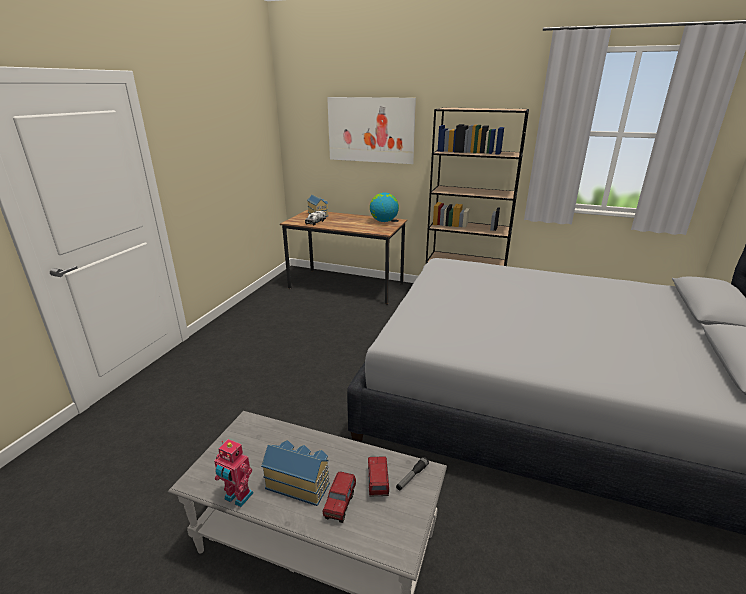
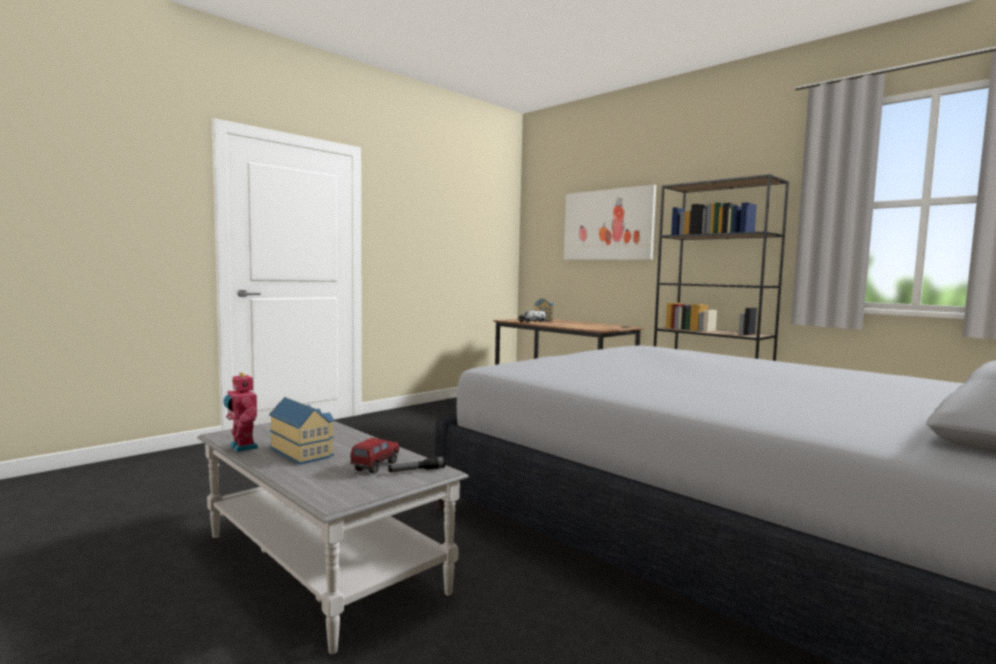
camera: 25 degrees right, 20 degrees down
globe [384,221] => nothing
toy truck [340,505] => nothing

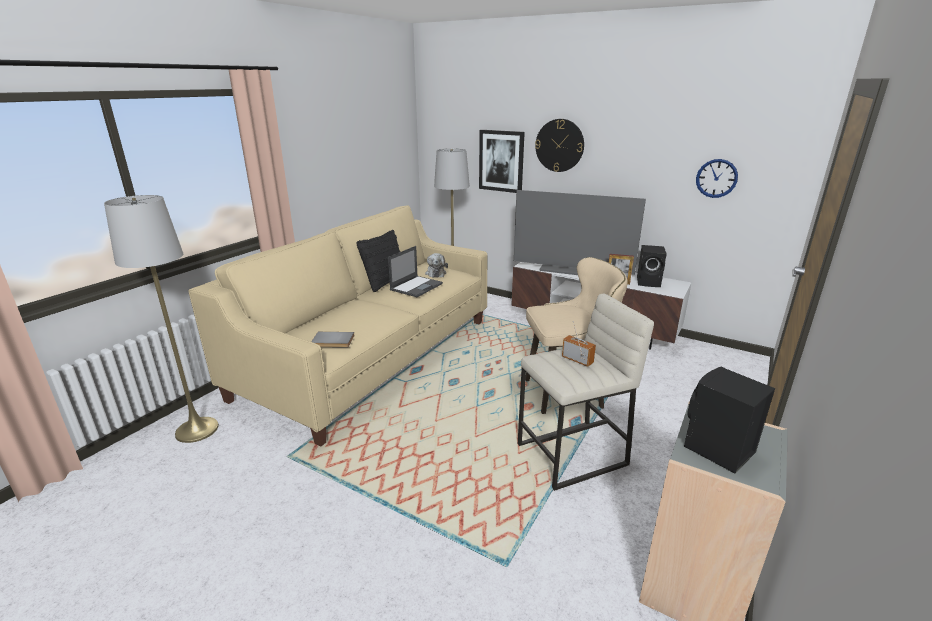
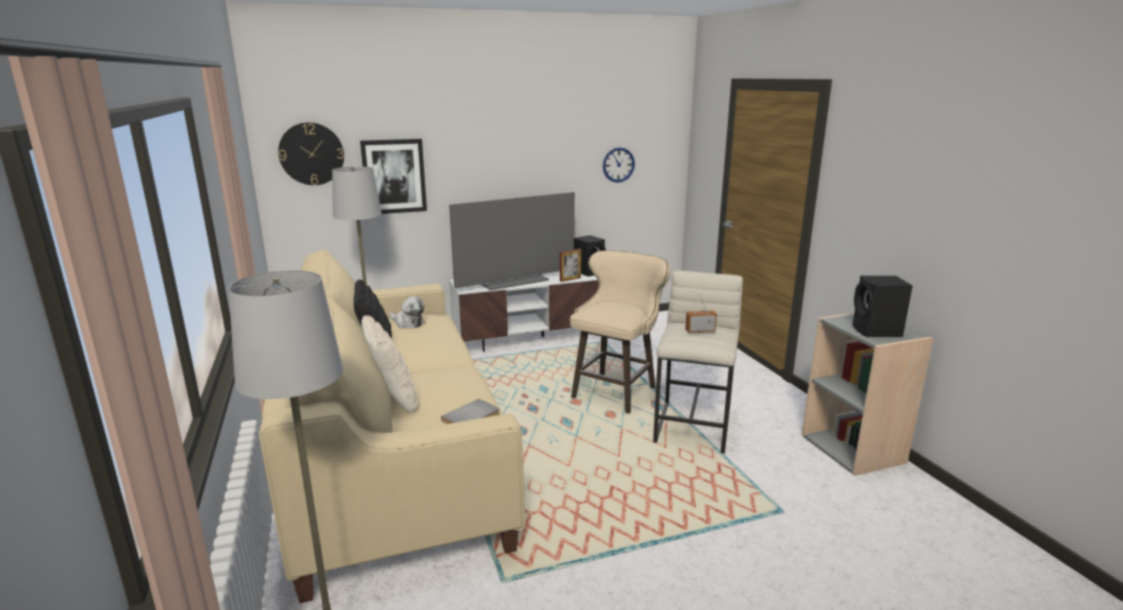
camera: 50 degrees left, 5 degrees down
wall clock [559,145] => wall clock [311,154], move
laptop [416,286] => nothing
nothing => pillow (beige) [392,397]

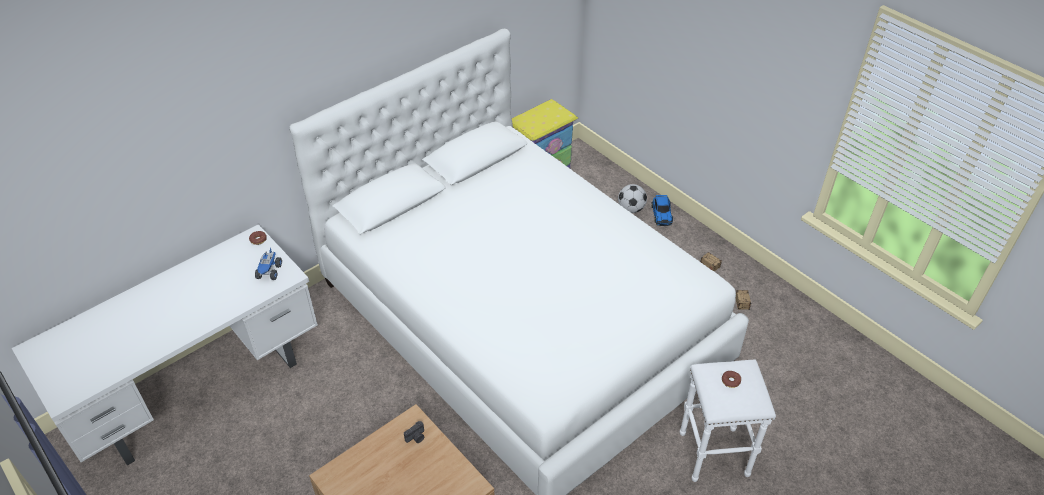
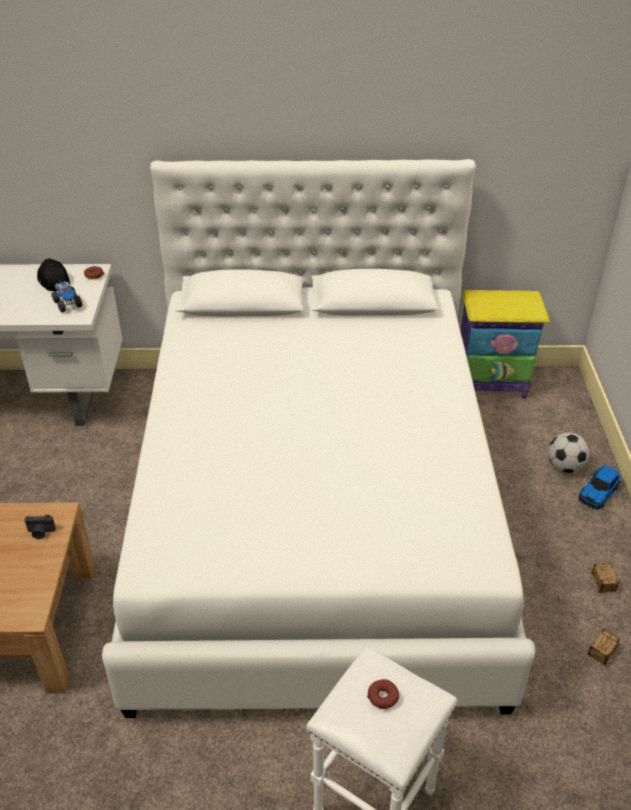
camera: 40 degrees right, 5 degrees down
toy truck [269,272] => toy truck [68,304], 75 degrees counterclockwise
nothing => cap (black) [53,280]

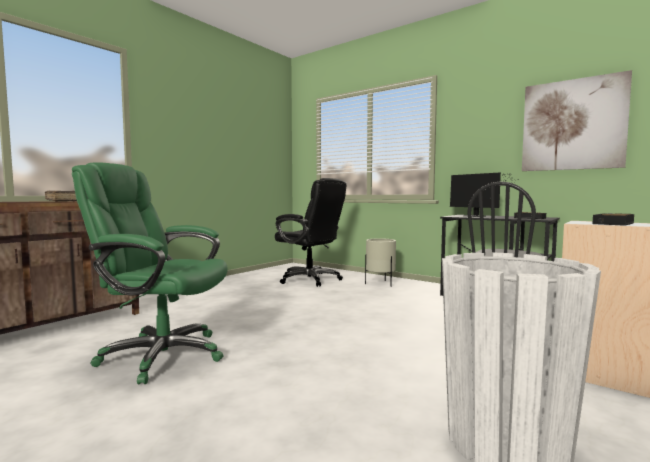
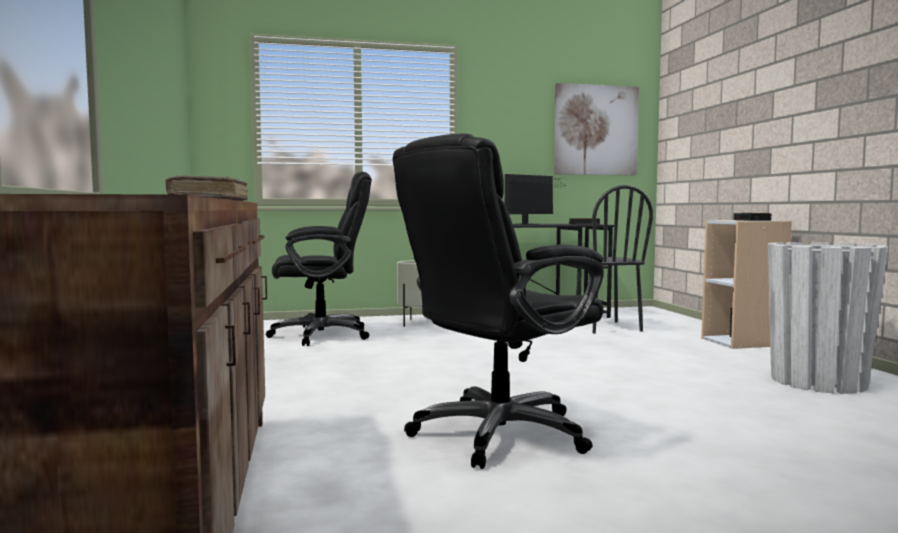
camera: 50 degrees left, 0 degrees up
office chair (green) [163,355] => office chair (black) [499,433]
monitor [476,216] => monitor [530,224], 45 degrees counterclockwise

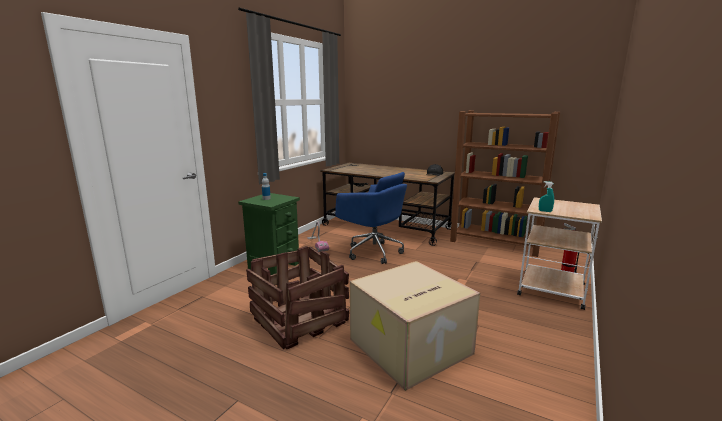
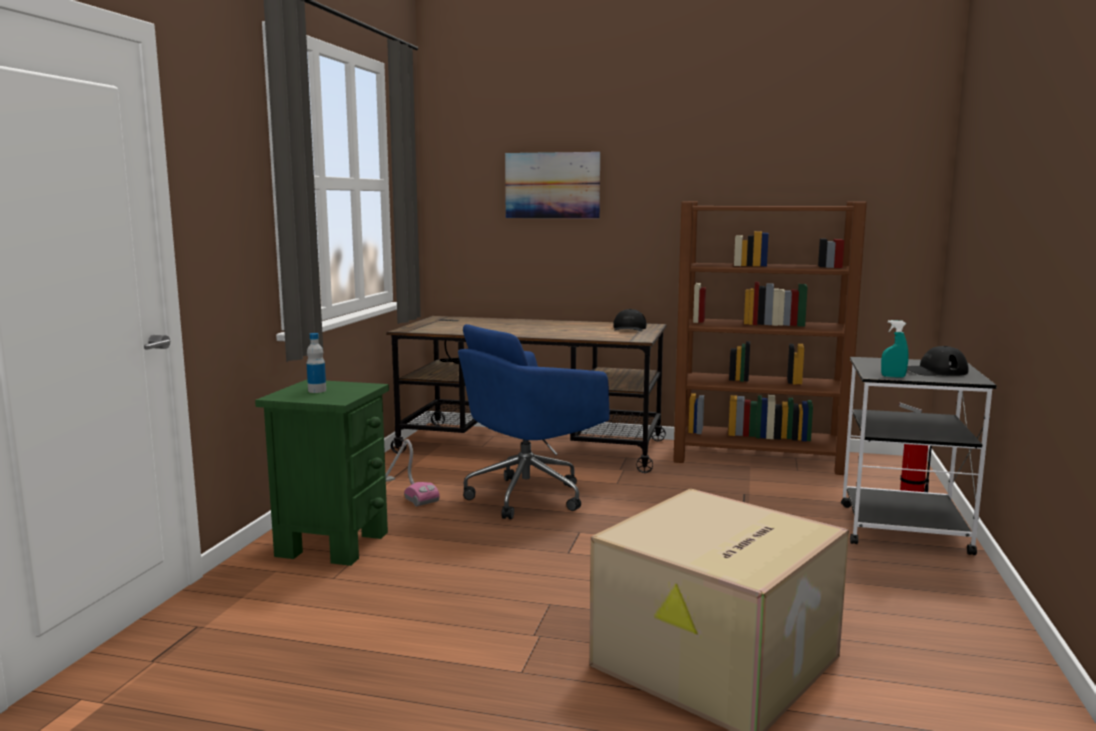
camera: 15 degrees left, 5 degrees down
office chair (blue) [371,252] => office chair (blue) [531,496], 120 degrees clockwise
cart (beige) [551,290] => cart (black) [903,530]
crate [298,321] => nothing
nothing => picture [552,185]
nothing => cap (black) [934,371]

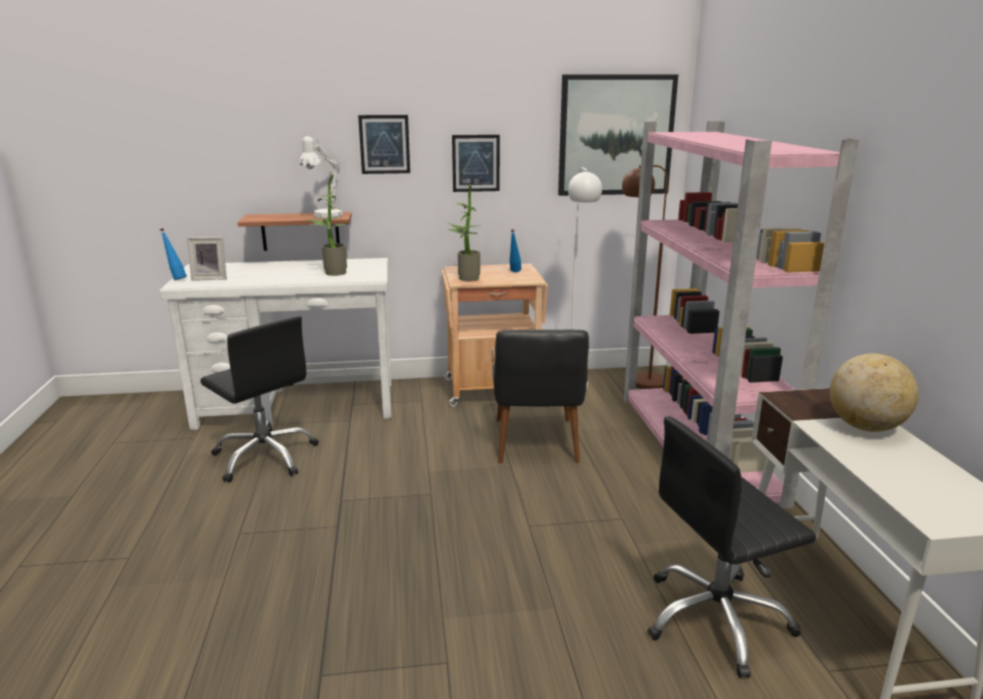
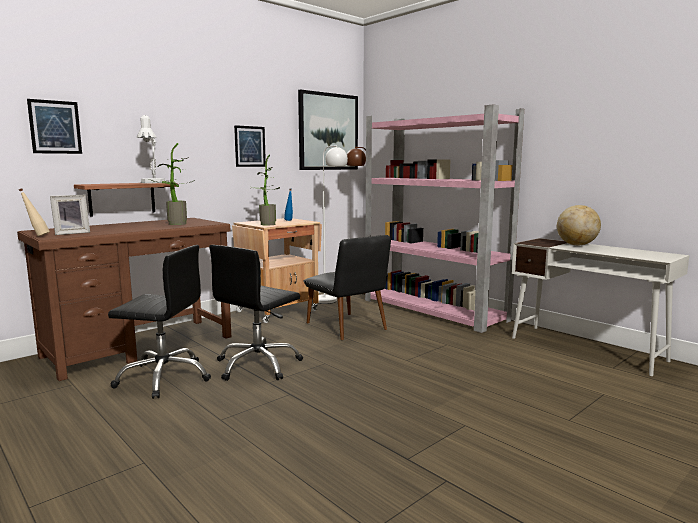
camera: 35 degrees left, 10 degrees down
picture [384,144] => picture [55,127], move
bottle (blue) [176,279] => bottle (beige) [37,236]
desk (white) [298,404] => desk (brown) [139,346]
office chair (black) [716,619] => office chair (black) [258,365], move

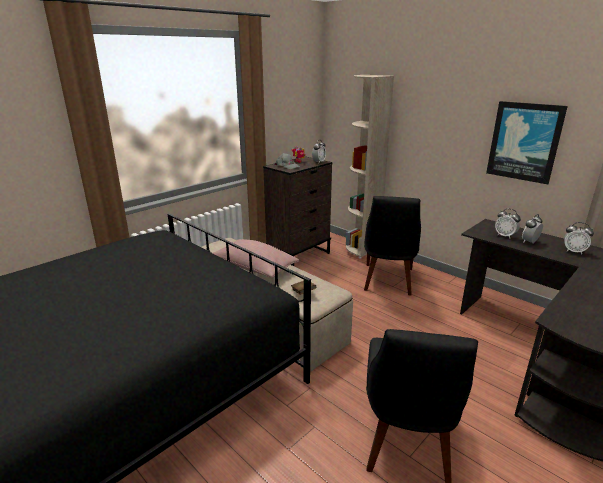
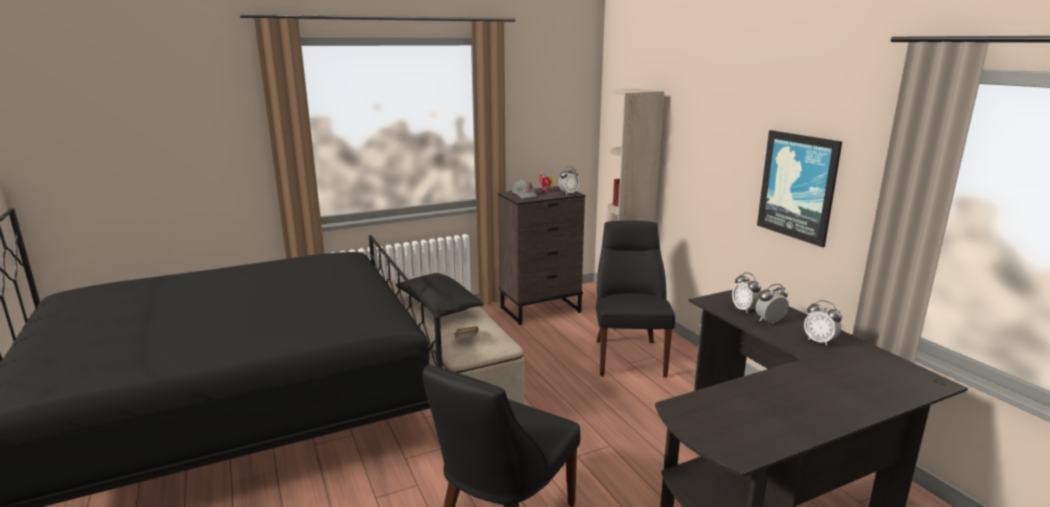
camera: 20 degrees right, 5 degrees down
chair (black) [387,281] => chair (black) [628,355], 150 degrees clockwise
pillow (pink) [254,268] => pillow (black) [438,307]

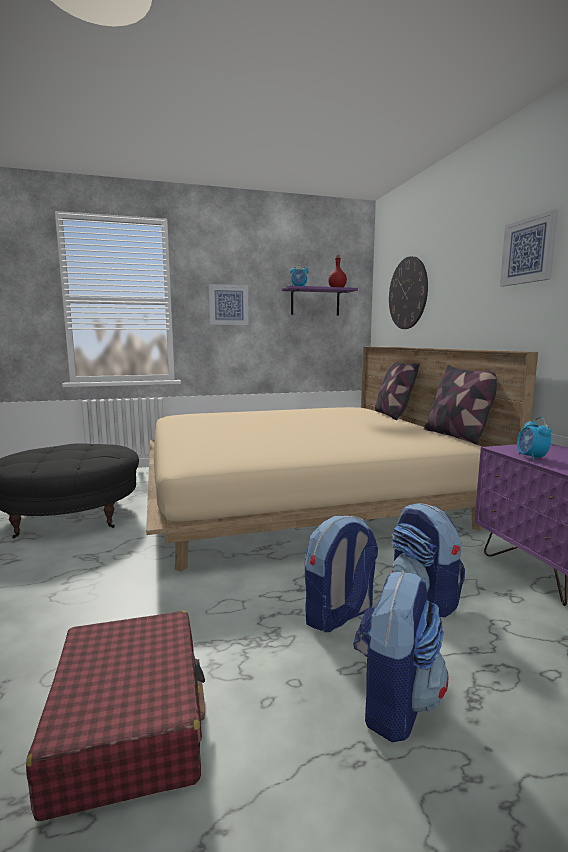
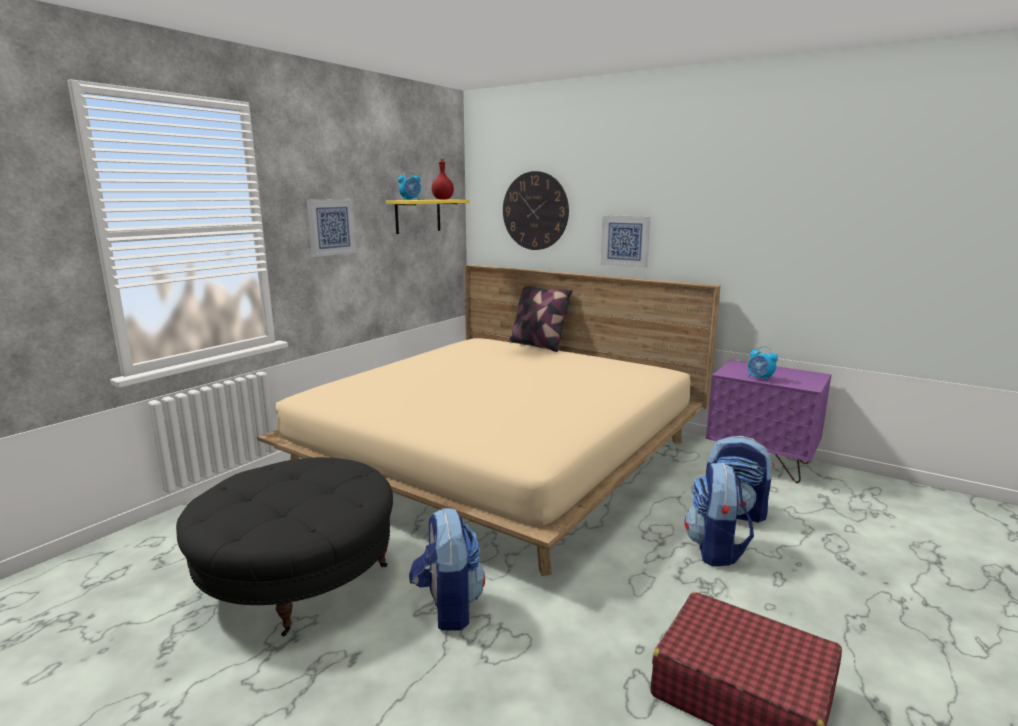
camera: 40 degrees left, 5 degrees up
picture [528,251] => picture [625,241], move
shelf (purple) [315,302] => shelf (yellow) [418,216]
pillow [456,436] => nothing
backpack [394,702] => backpack [448,607], move

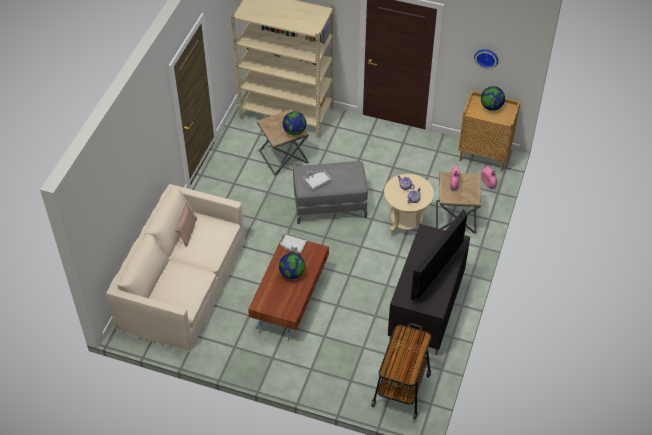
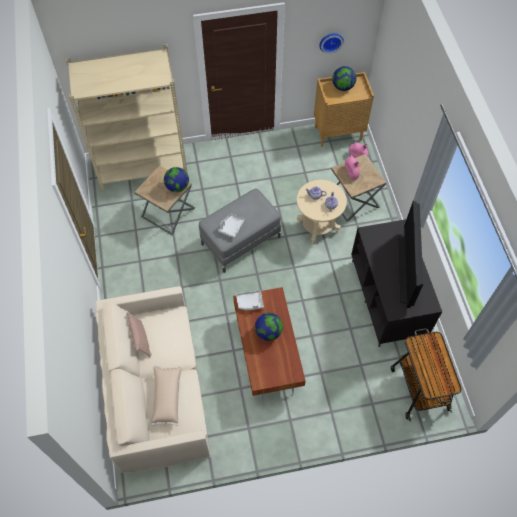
camera: 30 degrees left, 10 degrees up
nothing => pillow (beige) [166,397]

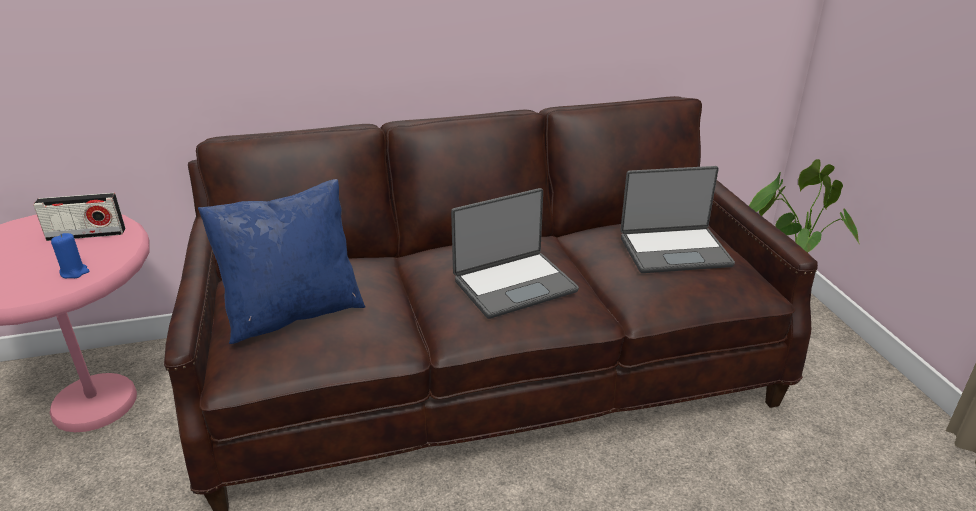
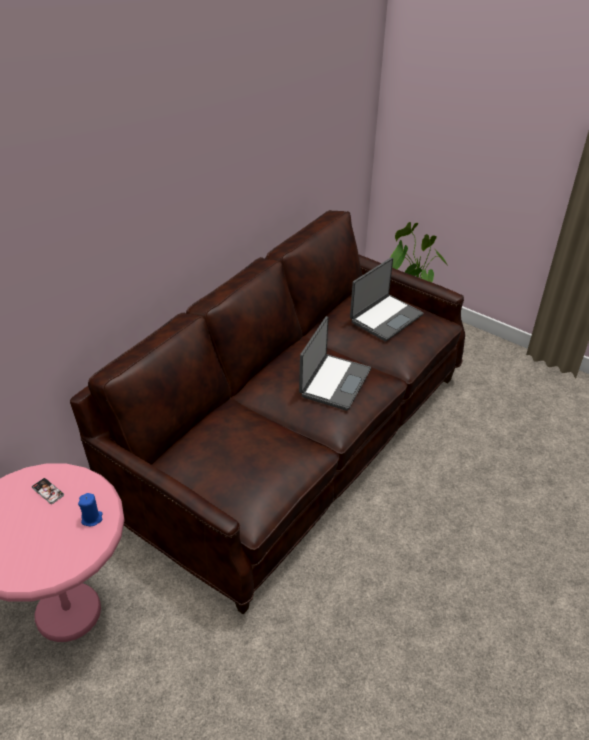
camera: 40 degrees left, 10 degrees up
pillow (blue) [294,312] => nothing
radio [86,234] => phone [48,491]

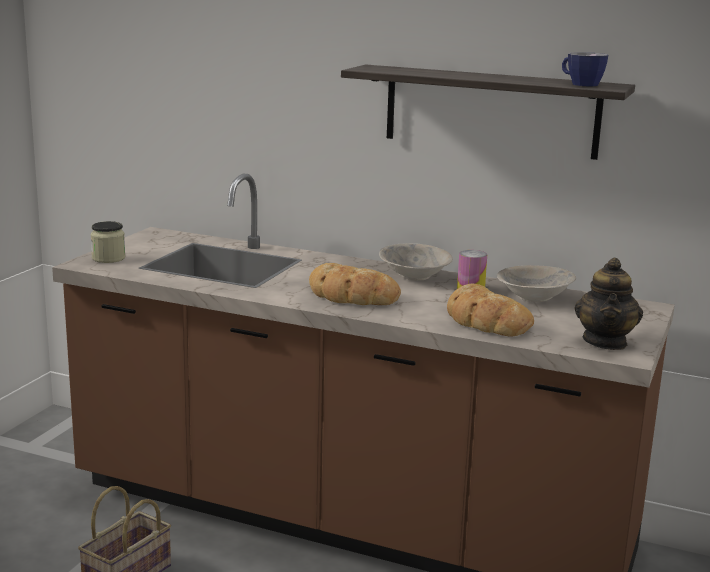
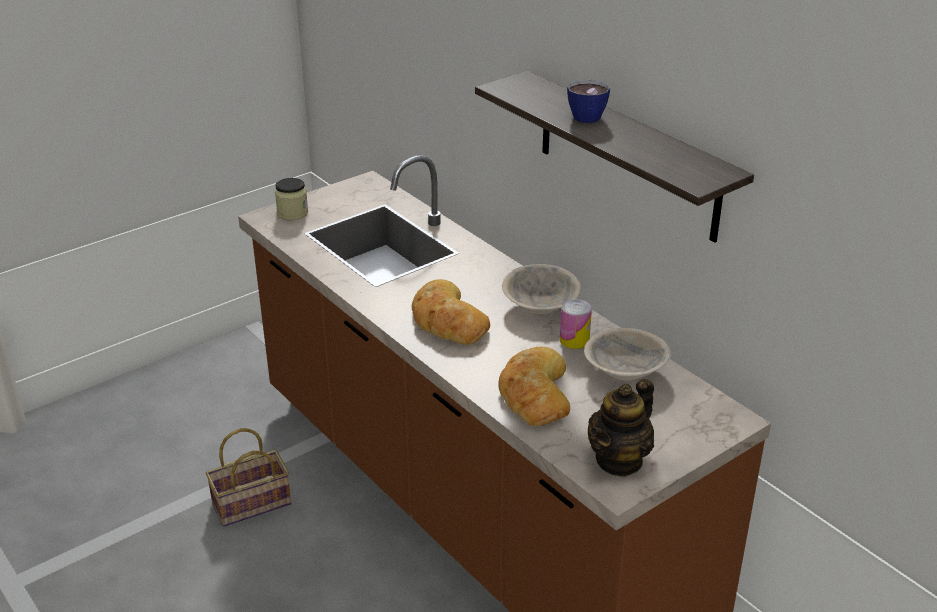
camera: 30 degrees right, 15 degrees up
cup [580,84] => cup [585,114], move

